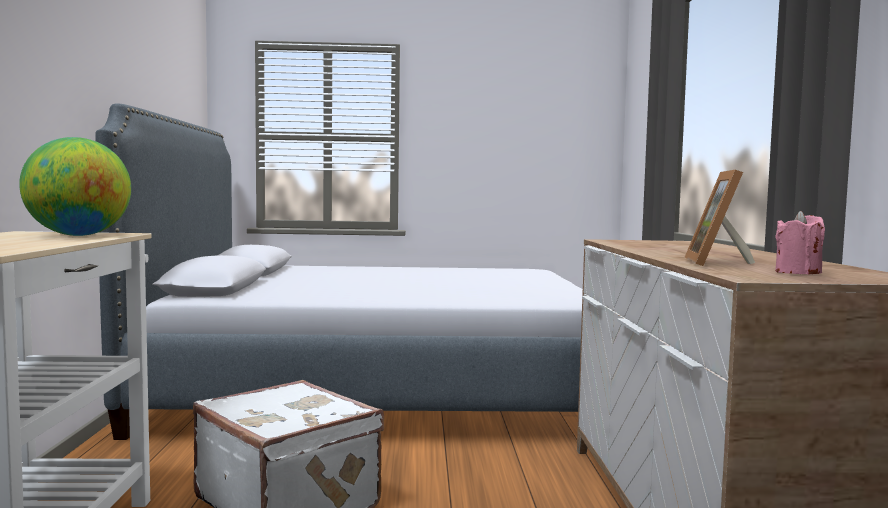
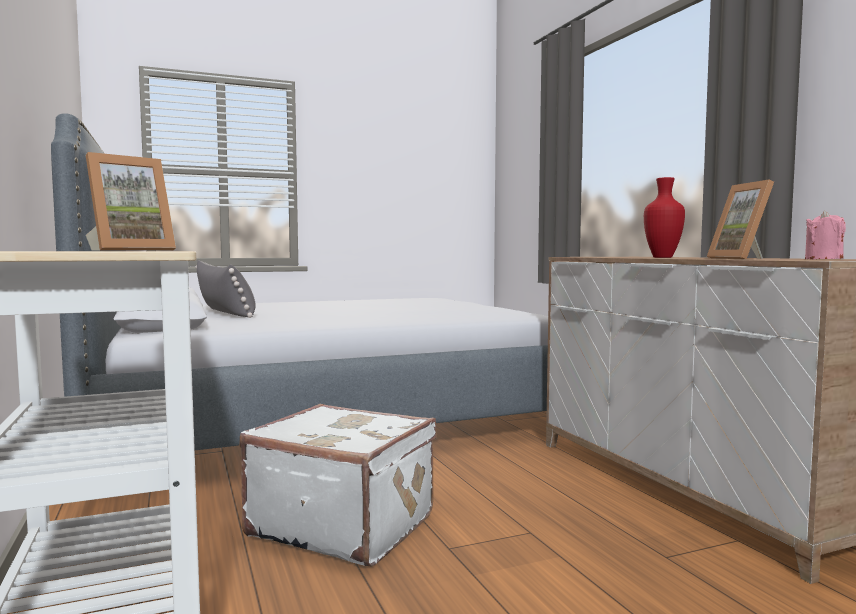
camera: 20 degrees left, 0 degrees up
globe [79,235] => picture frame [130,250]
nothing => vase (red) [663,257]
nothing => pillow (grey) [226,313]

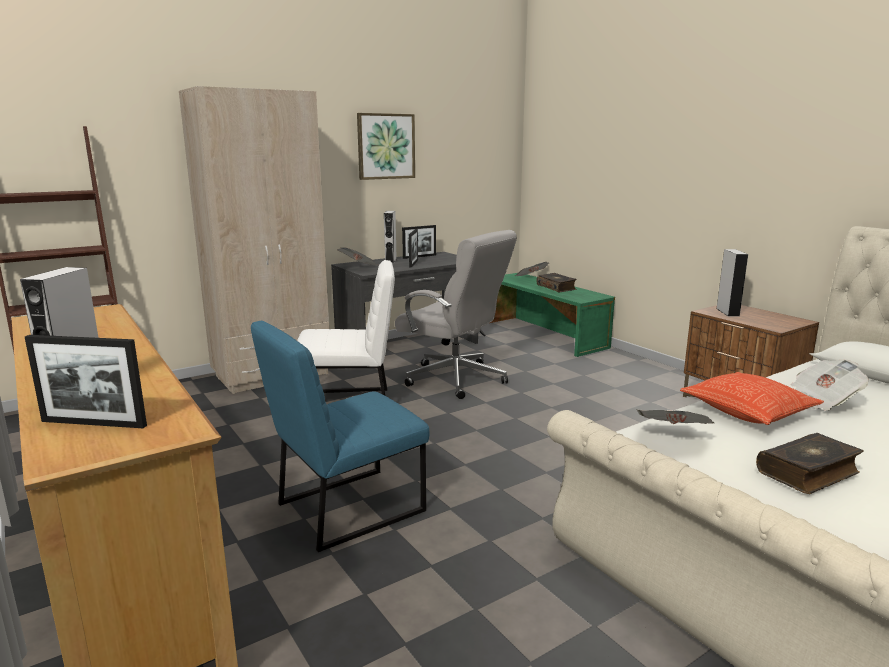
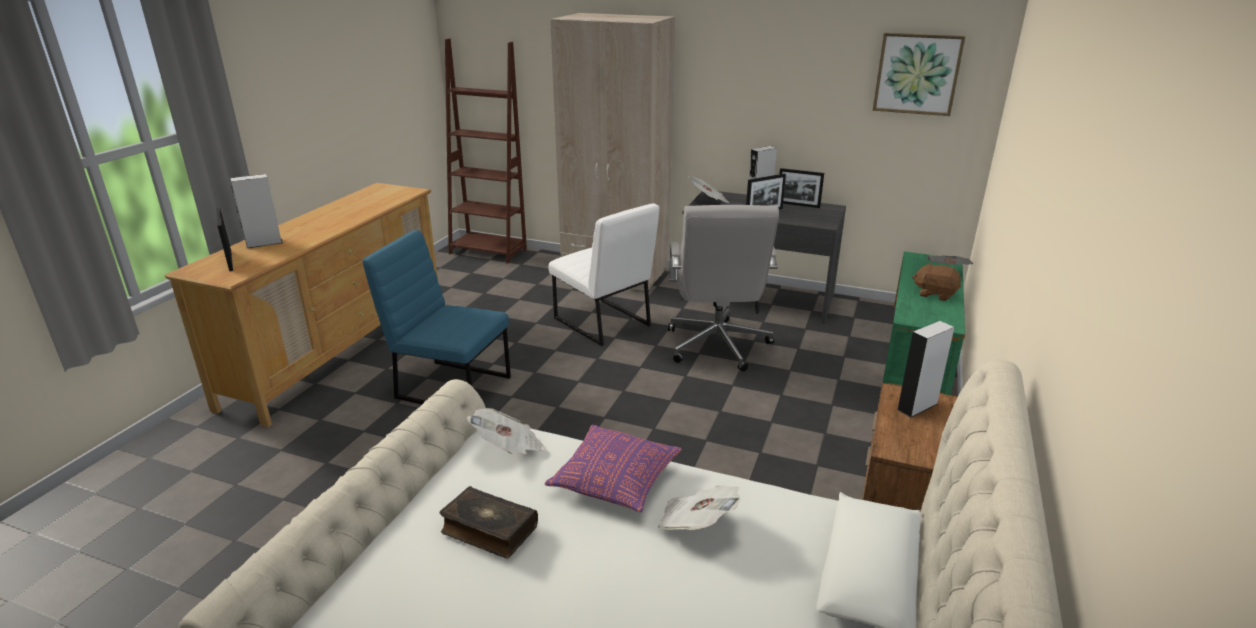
camera: 55 degrees right, 10 degrees up
picture [386,146] => picture [917,74], move
book [556,287] => plush toy (brown) [934,294]
pillow (orange) [748,412] => pillow (purple) [614,481]

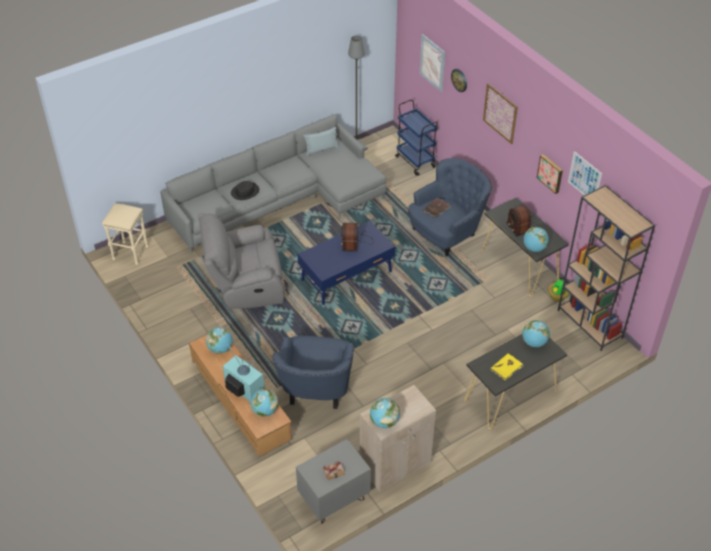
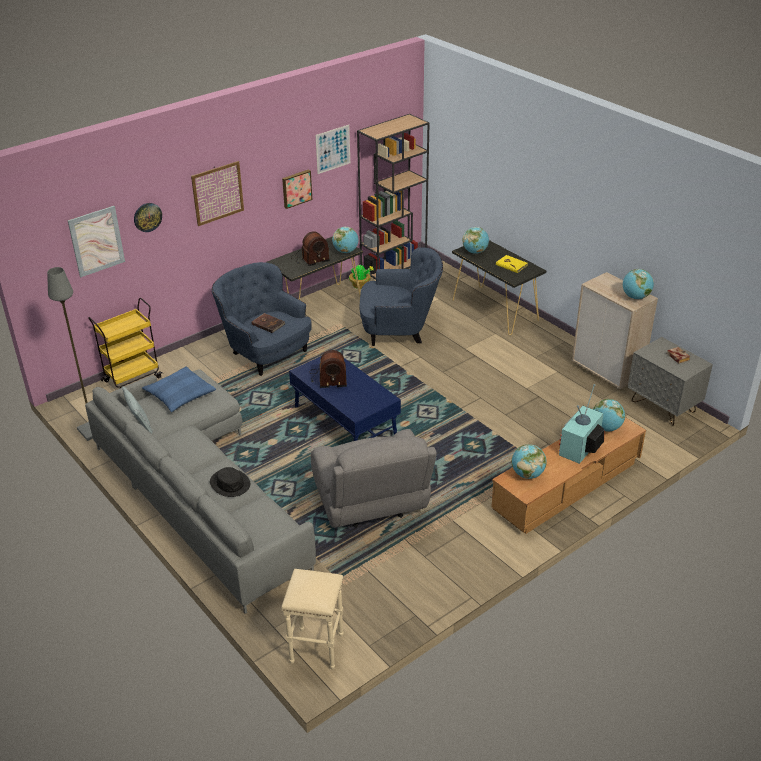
camera: 95 degrees left, 10 degrees down
cart (blue) [415,162] => cart (yellow) [133,379]
armchair (blue) [316,390] => armchair (blue) [400,330], move
nothing => pillow (blue) [180,395]

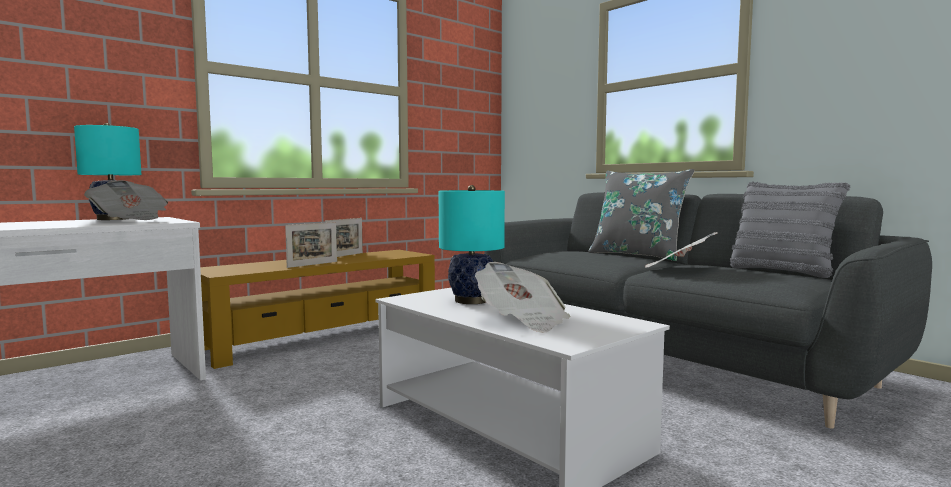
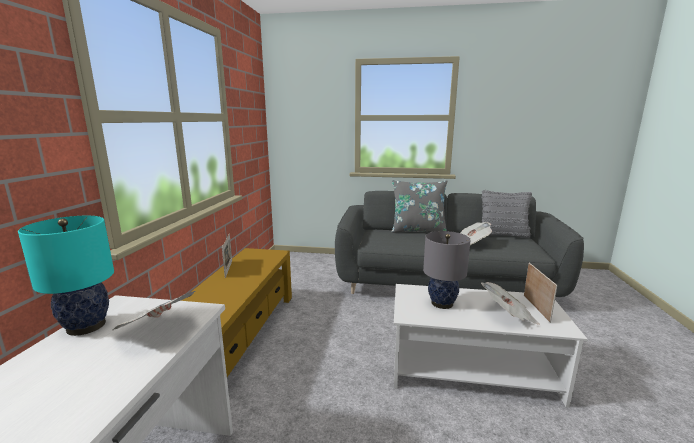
camera: 40 degrees left, 10 degrees up
table lamp (turquoise) [472,300] => table lamp (grey) [442,303]
picture frame [312,264] => picture frame [536,308], move

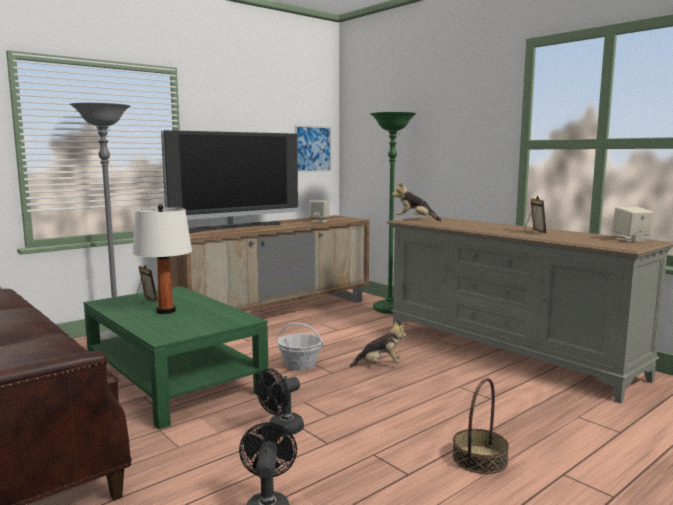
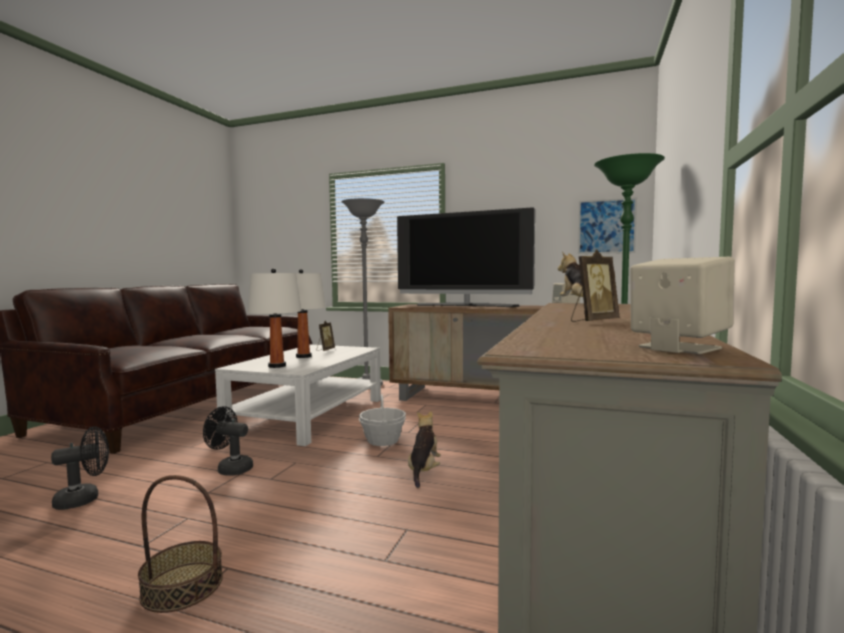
camera: 60 degrees right, 5 degrees down
coffee table (green) [173,379] => coffee table (white) [309,415]
plush toy [380,365] => plush toy [423,471], 135 degrees counterclockwise
nothing => table lamp (white) [277,366]

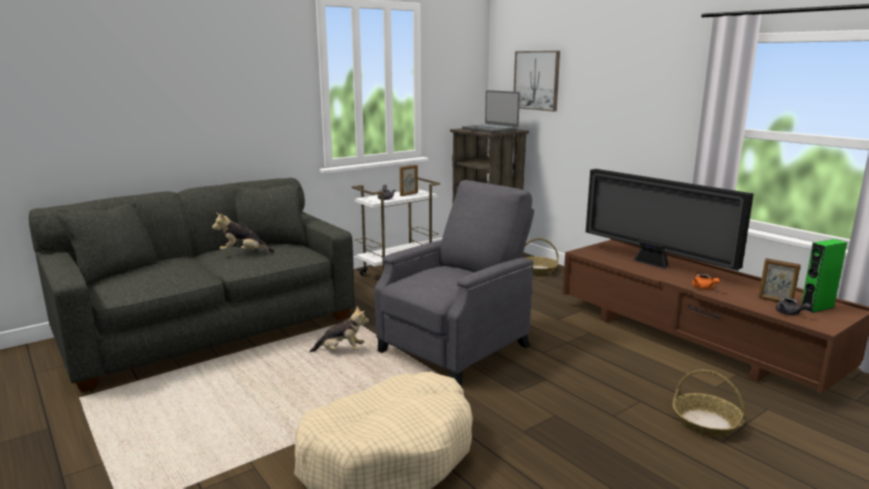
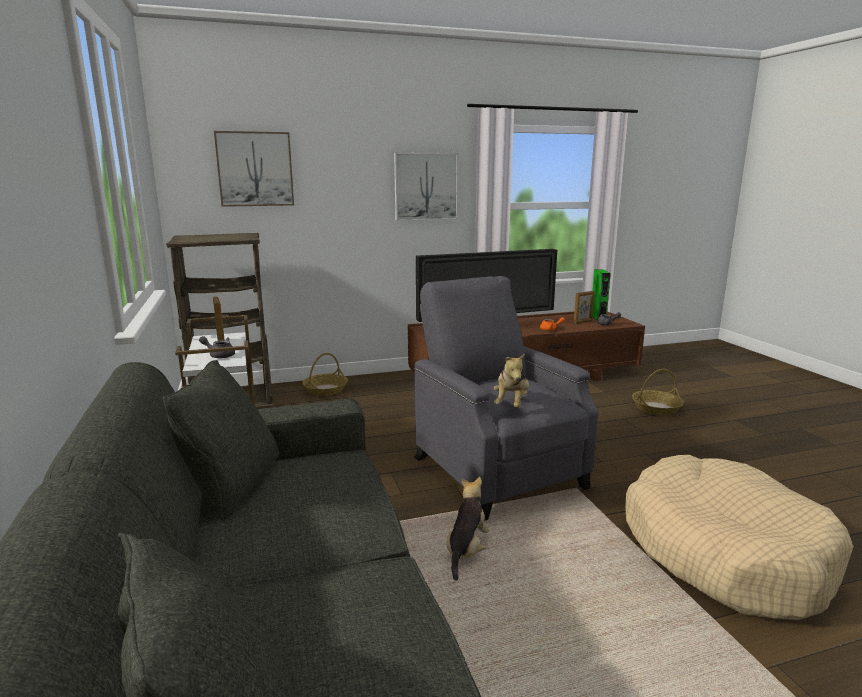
camera: 70 degrees left, 0 degrees up
laptop [490,129] => nothing
plush toy [243,253] => plush toy [512,404], move
nothing => picture [426,187]

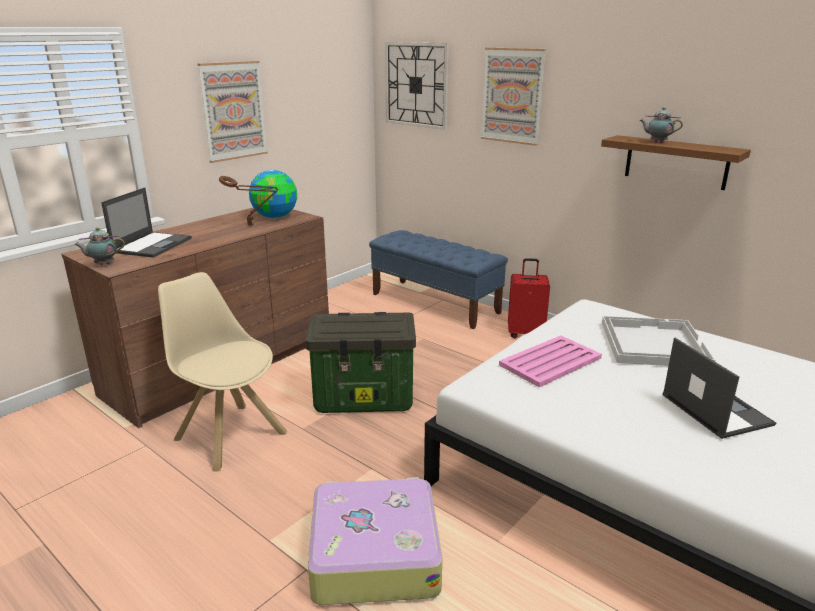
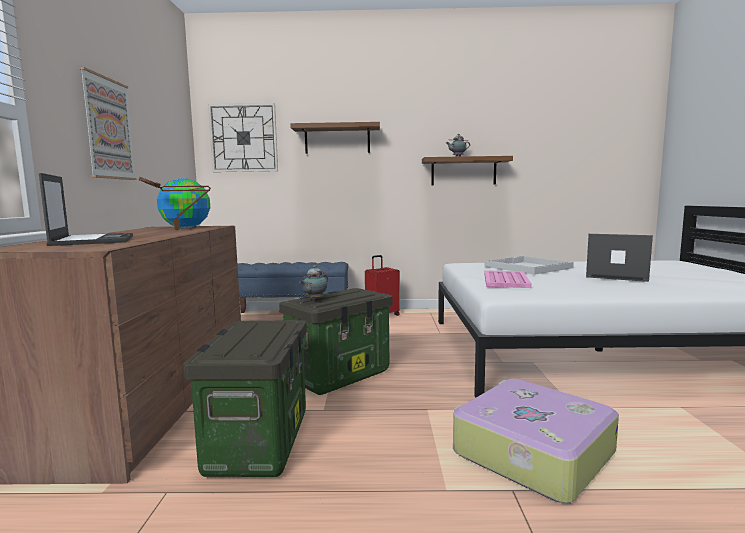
camera: 40 degrees left, 15 degrees down
picture [512,96] => shelf (brown) [337,139]
teapot [103,264] => teapot [314,299], move
chair (beige) [229,434] => storage box [258,441]

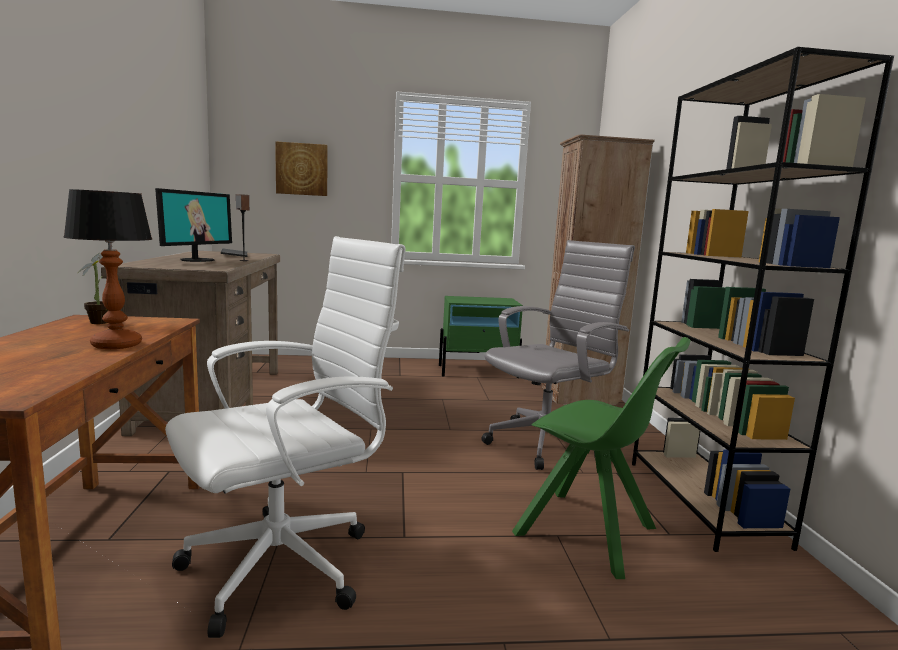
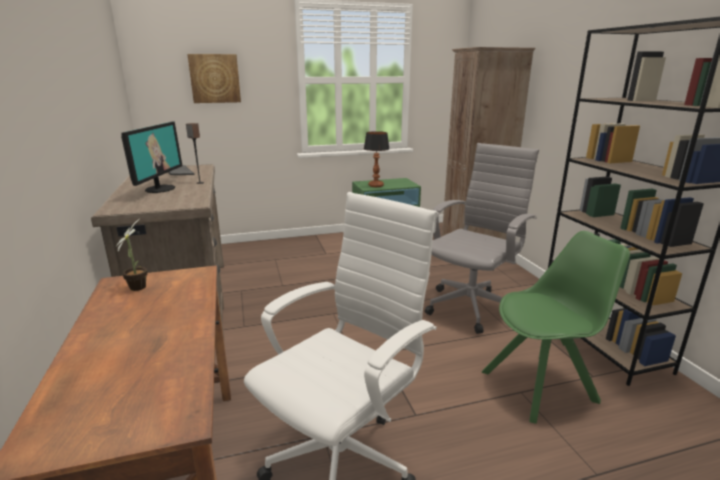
camera: 10 degrees left, 10 degrees up
table lamp [116,345] => table lamp [375,185], move
chair (green) [589,533] => chair (green) [541,386], 45 degrees counterclockwise

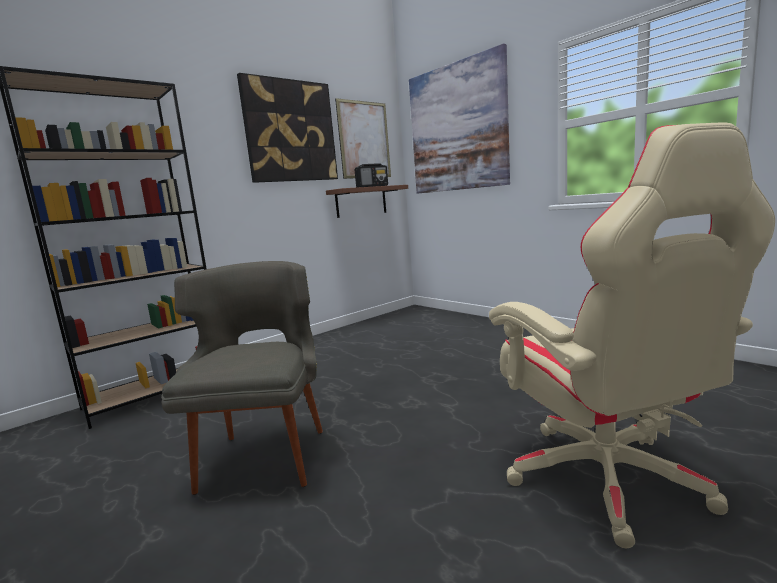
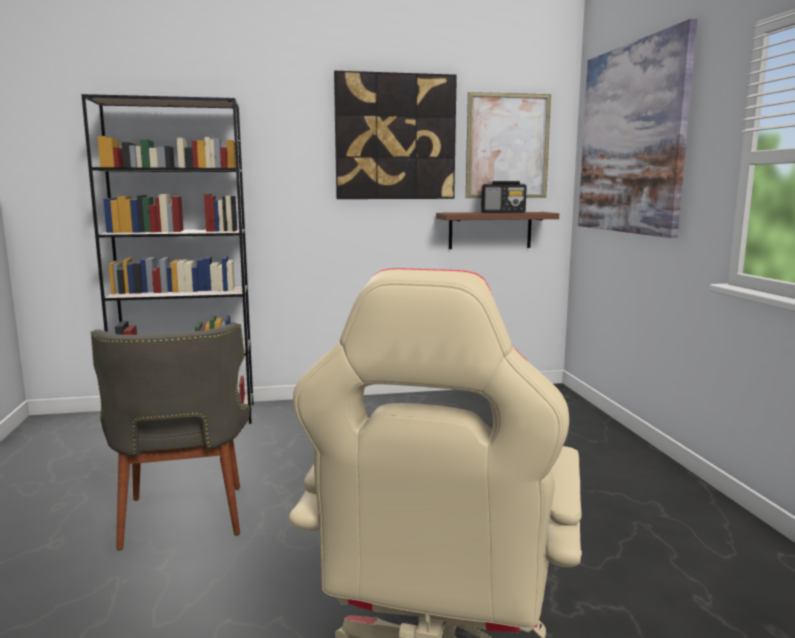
camera: 30 degrees right, 0 degrees up
chair (grey) [263,461] => chair (grey) [184,516], 135 degrees clockwise

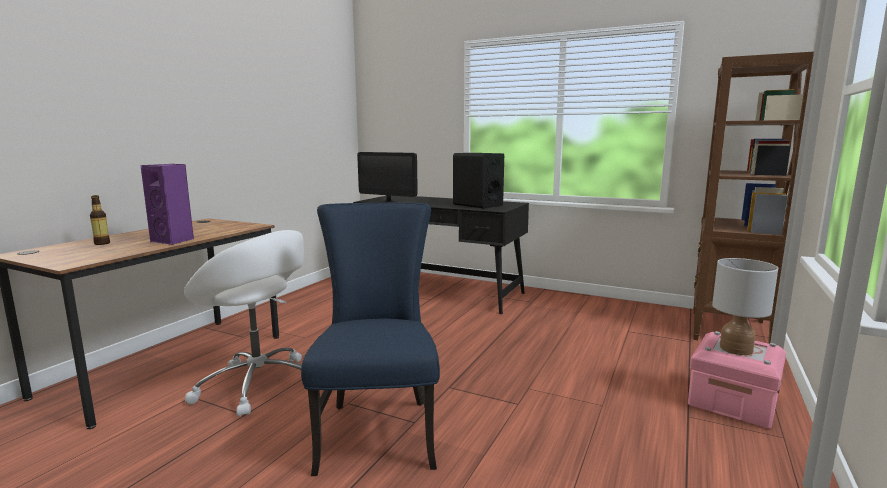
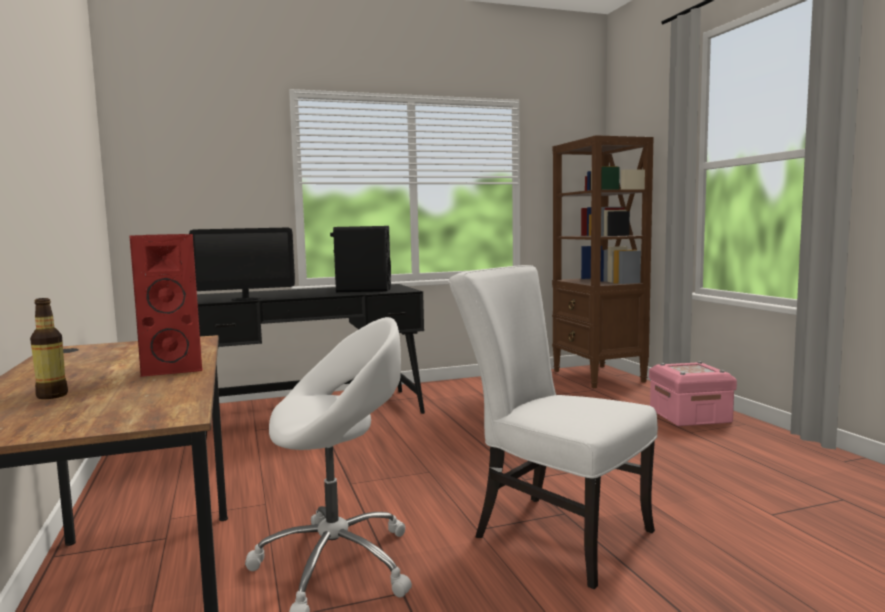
camera: 45 degrees left, 5 degrees down
speaker (purple) [174,240] => speaker (red) [174,368]
chair (blue) [378,429] => chair (white) [552,532]
table lamp (grey) [736,349] => nothing

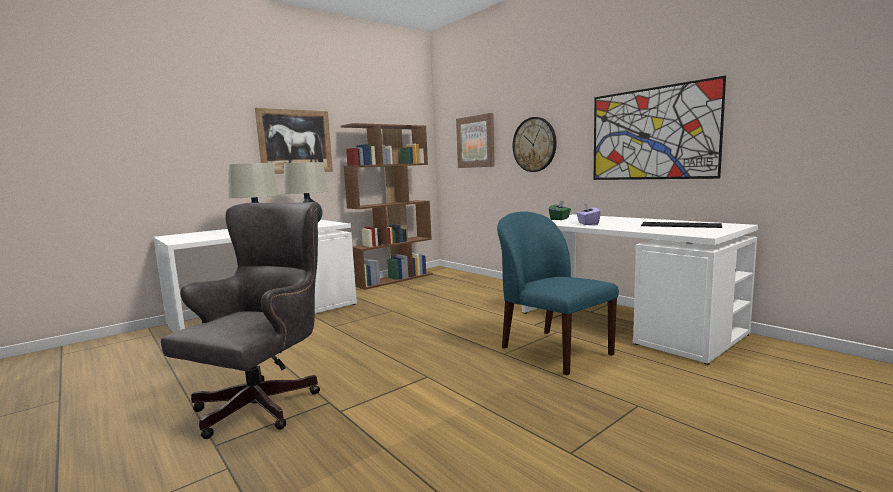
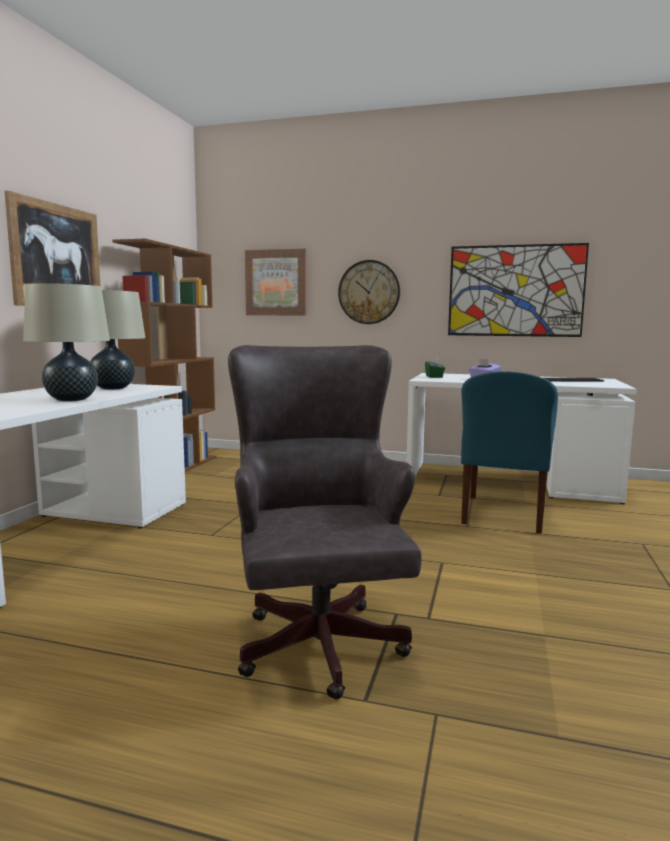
camera: 35 degrees left, 0 degrees up
chair (blue) [554,351] => chair (blue) [503,515], 90 degrees counterclockwise

